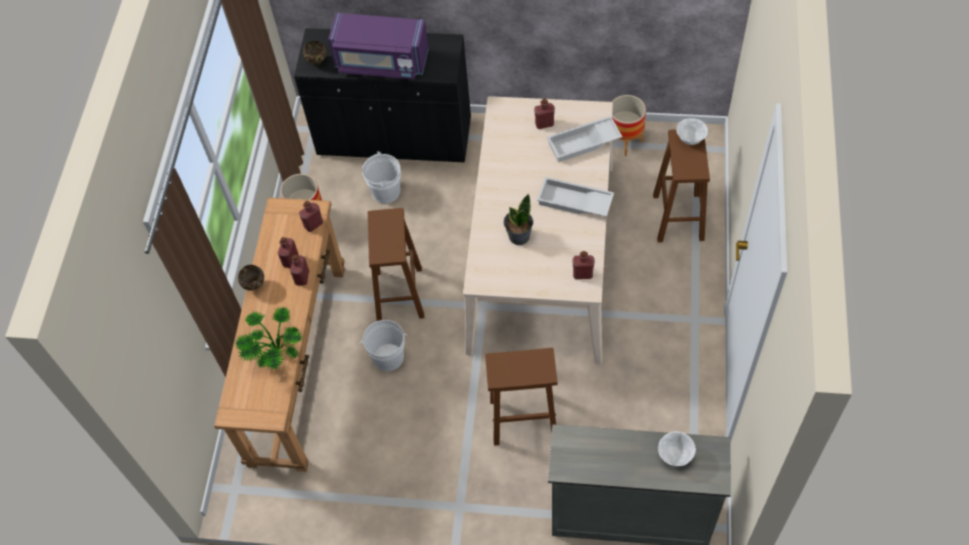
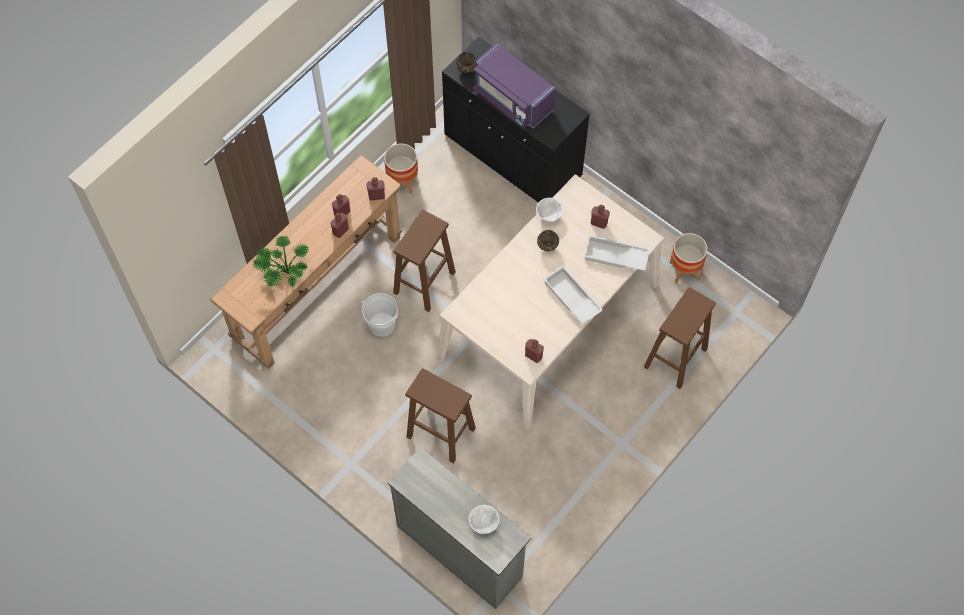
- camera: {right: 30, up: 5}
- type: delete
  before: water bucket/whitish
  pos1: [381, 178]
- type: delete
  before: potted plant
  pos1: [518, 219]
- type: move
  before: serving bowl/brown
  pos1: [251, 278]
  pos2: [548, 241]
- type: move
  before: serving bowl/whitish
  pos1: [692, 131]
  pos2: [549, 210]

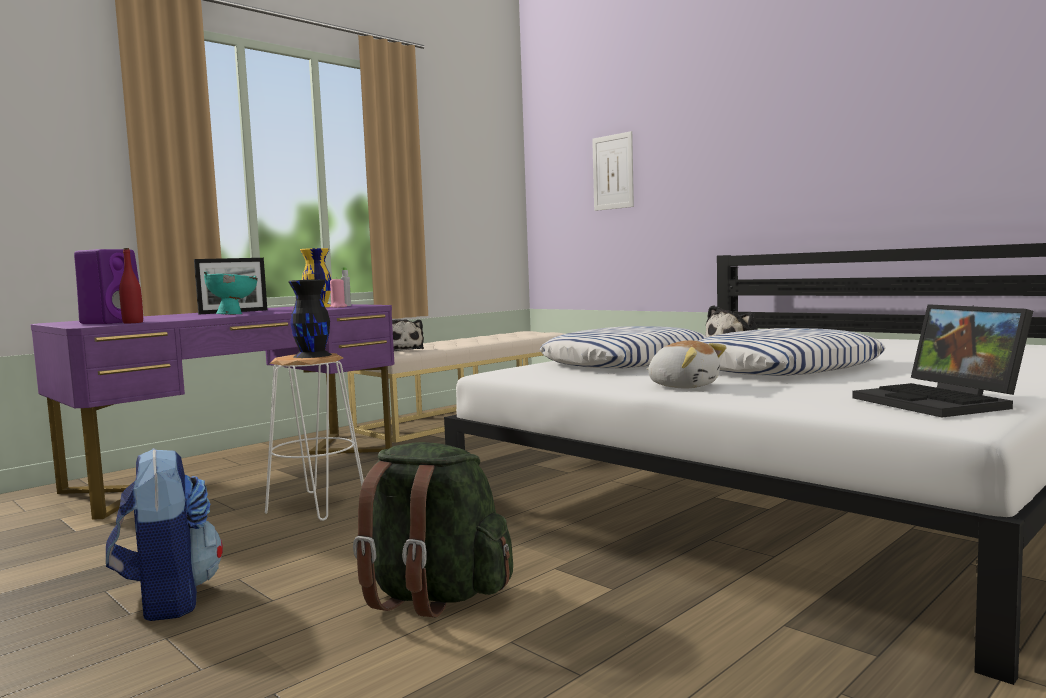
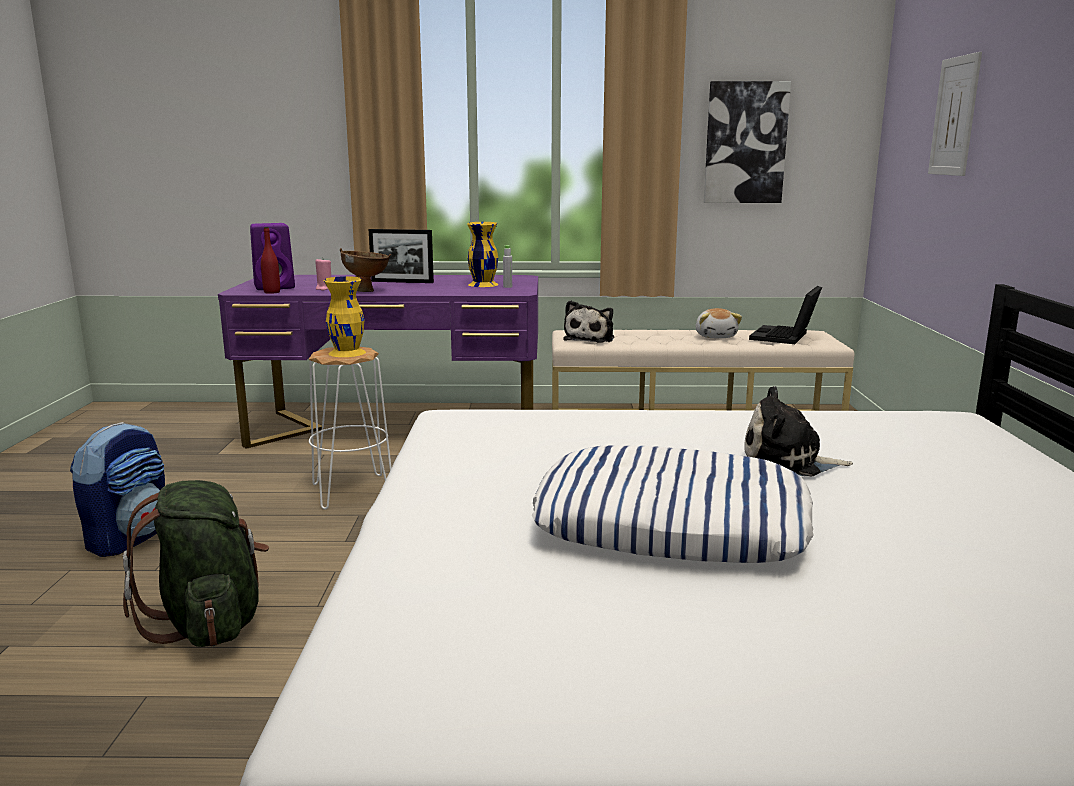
- camera: {right: 45, up: 10}
- type: delete
  before: pillow
  pos1: [623, 347]
- type: insert
  after: wall art
  pos2: [747, 142]
- type: move
  before: wax candle/pinkish
  pos1: [338, 293]
  pos2: [323, 273]
- type: move
  before: soft toy
  pos1: [686, 364]
  pos2: [719, 323]
- type: move
  before: portable computer
  pos1: [943, 360]
  pos2: [785, 315]
- type: recolor
  before: serving bowl/blue-green
  after: serving bowl/brown
  pos1: [231, 293]
  pos2: [365, 270]
- type: recolor
  before: vase/black
  after: vase/yellow
  pos1: [310, 318]
  pos2: [345, 316]

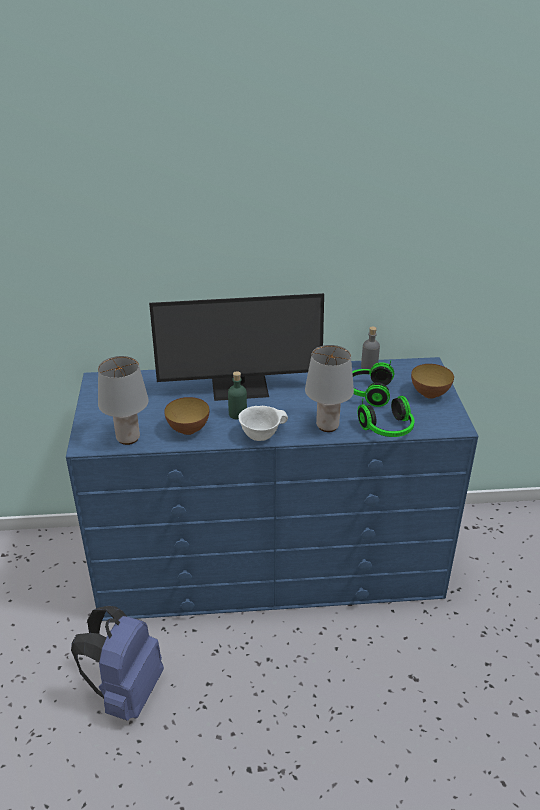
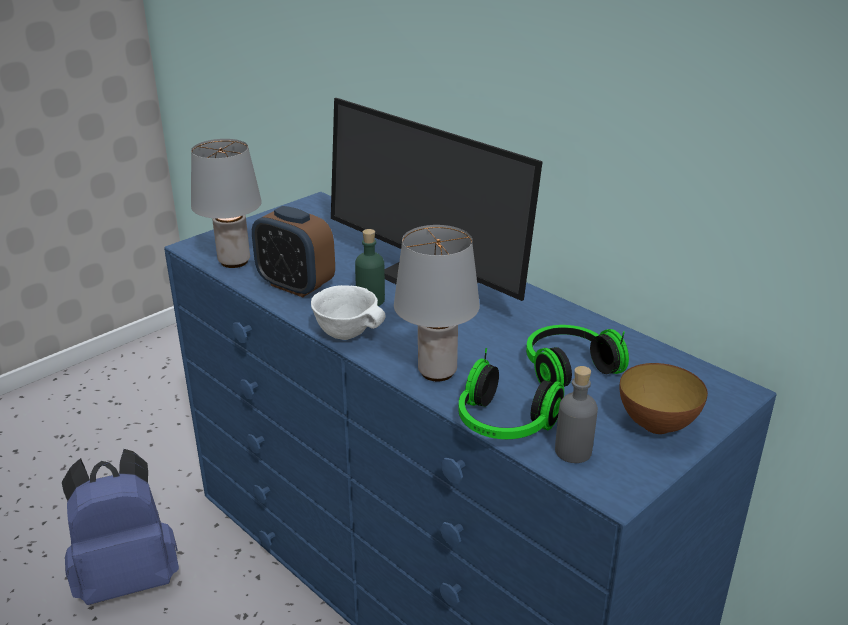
- camera: {right: 50, up: -5}
- type: move
  before: beverage bottle/grey
  pos1: [370, 348]
  pos2: [576, 414]
- type: replace
  before: serving bowl
  after: table clock
  pos1: [187, 416]
  pos2: [293, 251]

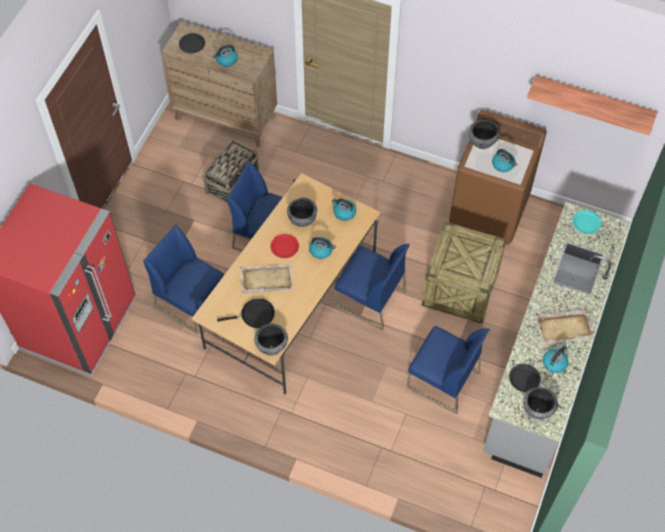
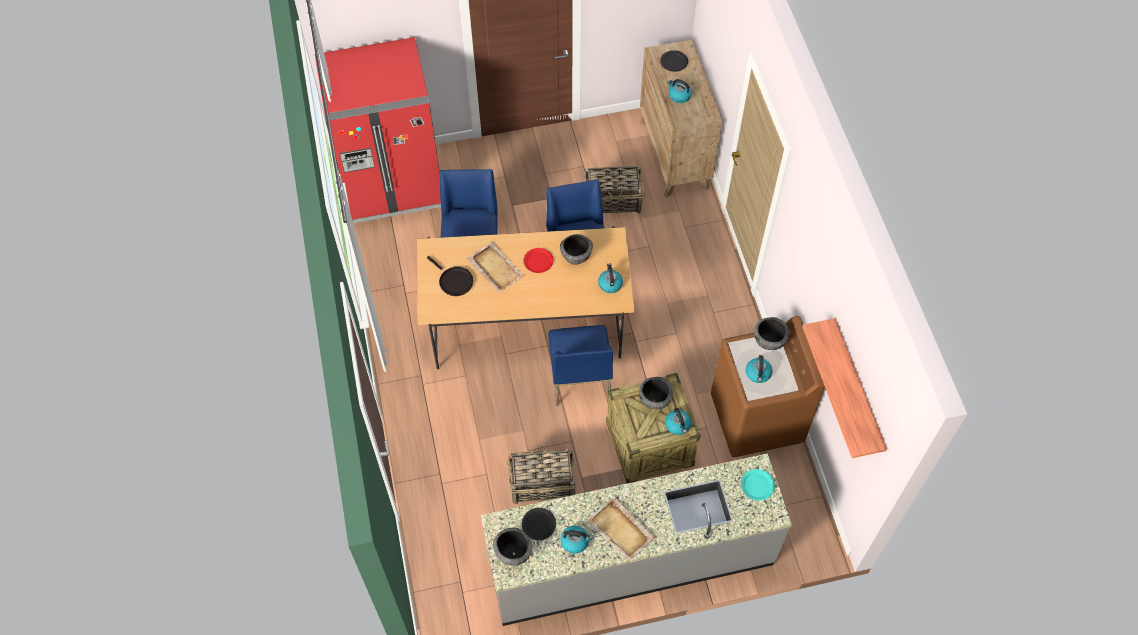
- camera: {right: 55, up: 0}
- type: move
  before: serving bowl
  pos1: [271, 339]
  pos2: [656, 393]
- type: move
  before: tea kettle
  pos1: [322, 248]
  pos2: [678, 421]
- type: replace
  before: plain chair/blue-coloured
  after: basket
  pos1: [448, 370]
  pos2: [541, 475]

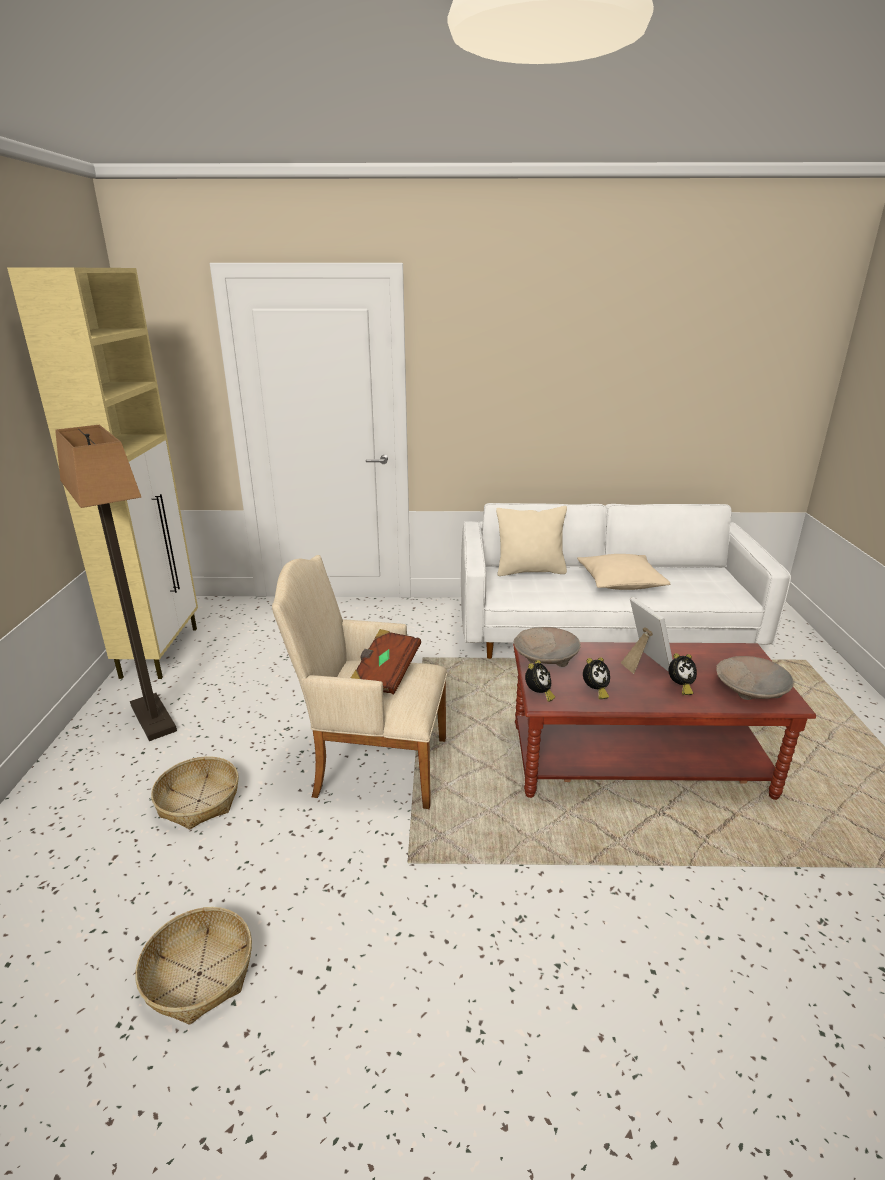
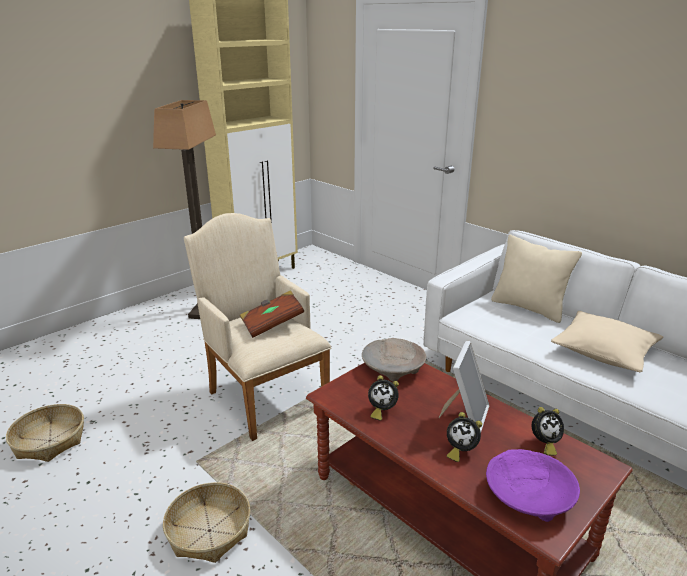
- camera: {right: 45, up: 0}
- type: move
  before: basket
  pos1: [195, 793]
  pos2: [206, 522]
- type: move
  before: table clock
  pos1: [540, 681]
  pos2: [547, 431]
- type: recolor
  before: serving bowl/beige
  after: serving bowl/purple-coloured
  pos1: [755, 678]
  pos2: [533, 485]

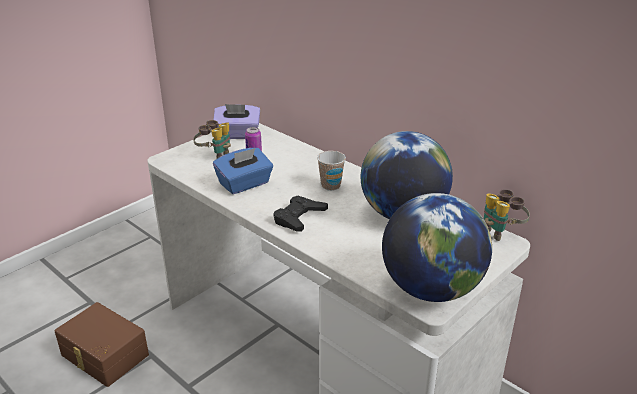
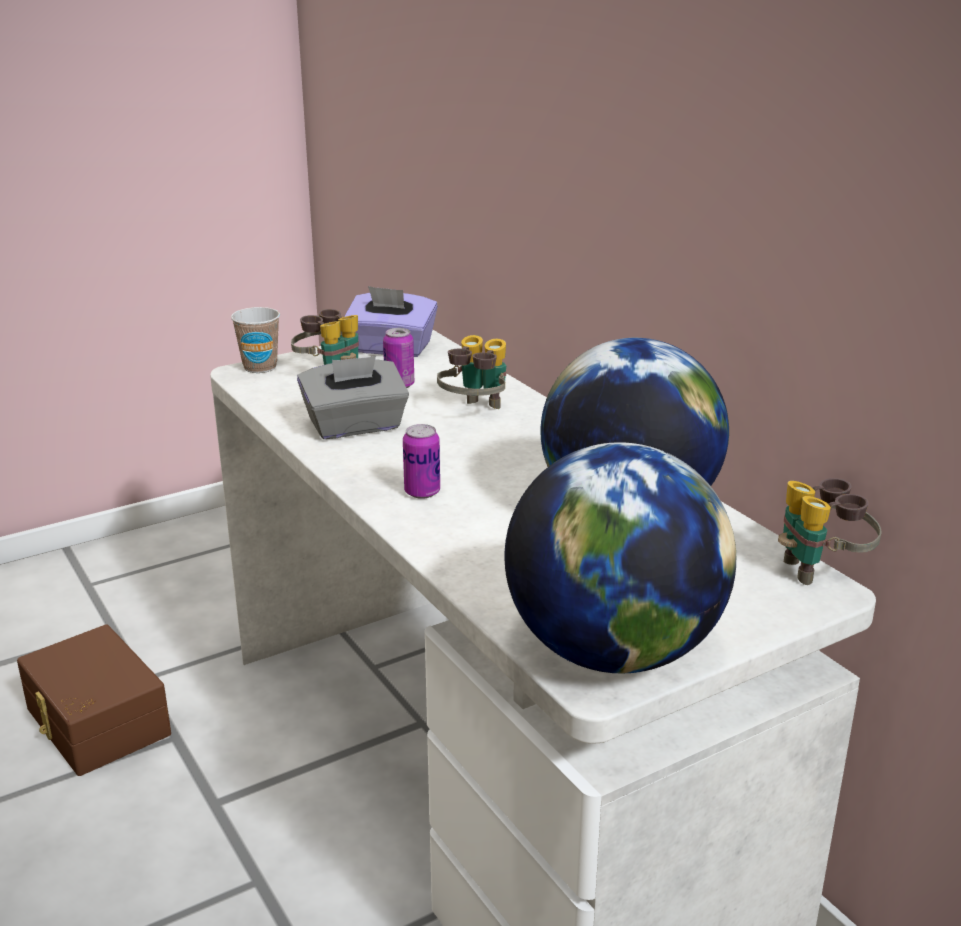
- camera: {right: 15, up: -5}
- type: insert
  after: pair of binoculars
  pos2: [471, 372]
- type: move
  before: small cup
  pos1: [331, 171]
  pos2: [255, 340]
- type: replace
  before: game controller/black
  after: sealed can
  pos1: [300, 213]
  pos2: [421, 461]
- type: recolor
  before: tissue holder/blue-coloured
  after: tissue holder/grey
  pos1: [243, 171]
  pos2: [353, 397]

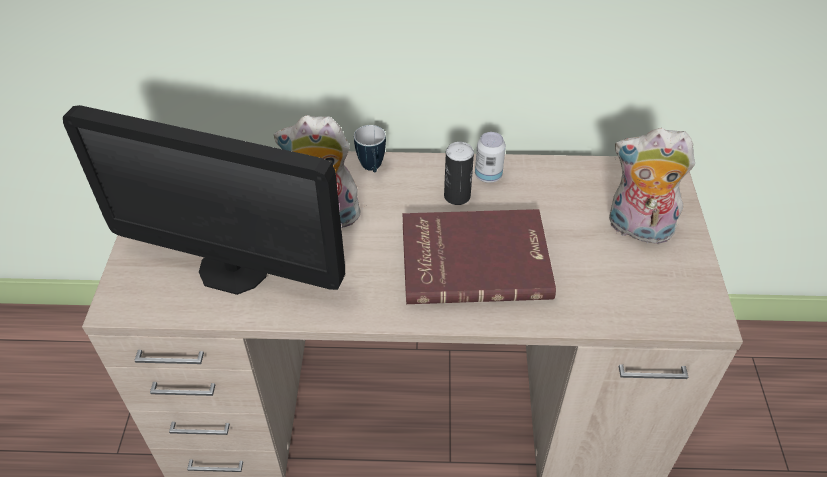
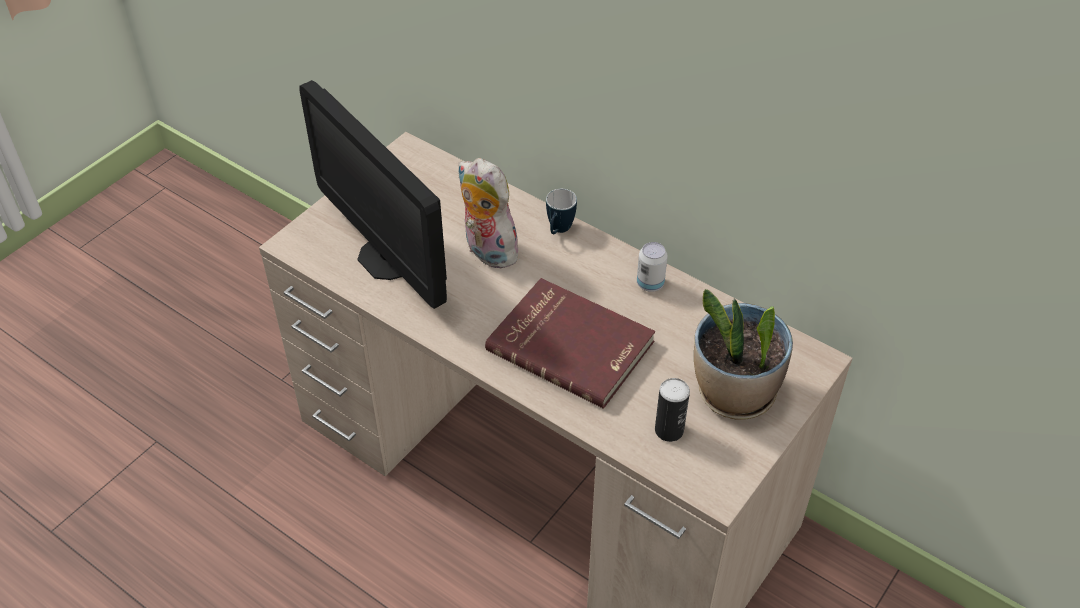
- camera: {right: 35, up: 0}
- type: move
  before: sealed can
  pos1: [459, 173]
  pos2: [672, 410]
- type: replace
  before: soft toy
  after: potted plant
  pos1: [652, 186]
  pos2: [743, 354]

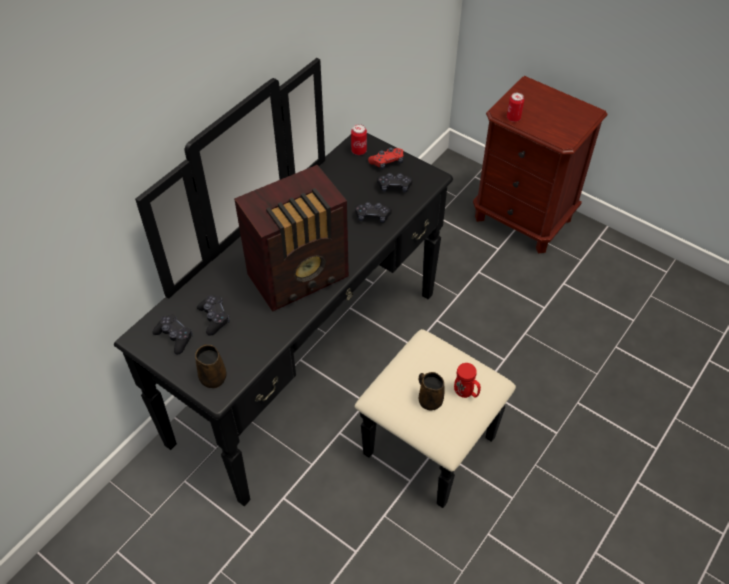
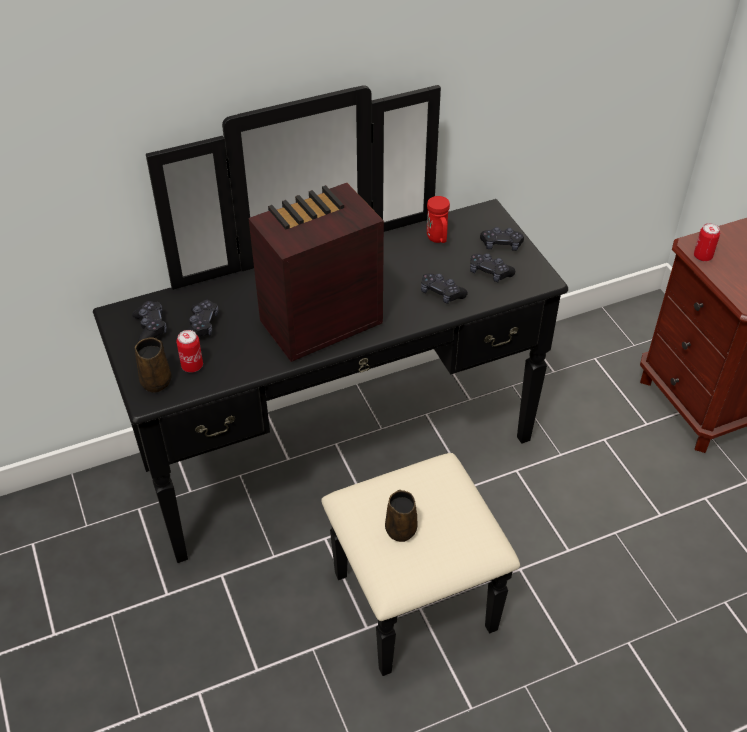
- camera: {right: 30, up: -5}
- type: move
  before: sealed can
  pos1: [359, 139]
  pos2: [189, 351]
- type: move
  before: tea mug/reddish
  pos1: [467, 380]
  pos2: [438, 219]
- type: recolor
  before: game controller/reddish
  after: game controller/black
  pos1: [385, 158]
  pos2: [502, 239]
- type: rotate
  before: radio
  pos1: [291, 238]
  pos2: [316, 272]
  turn: 150

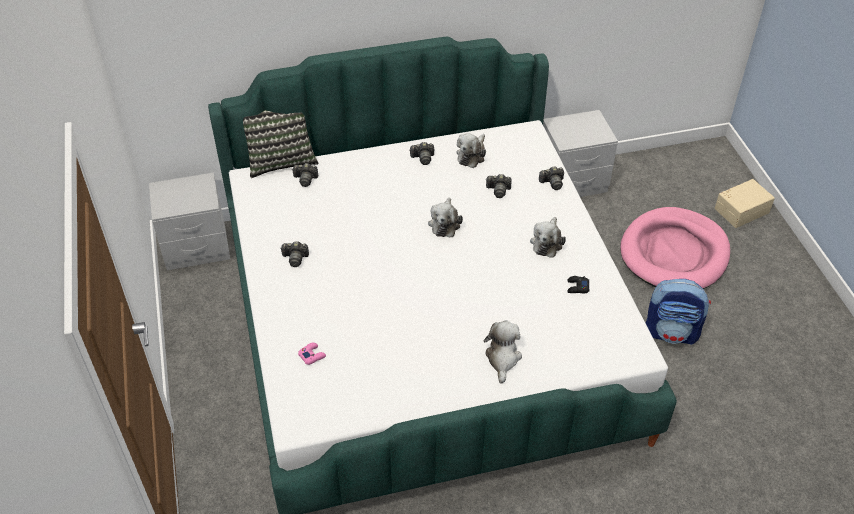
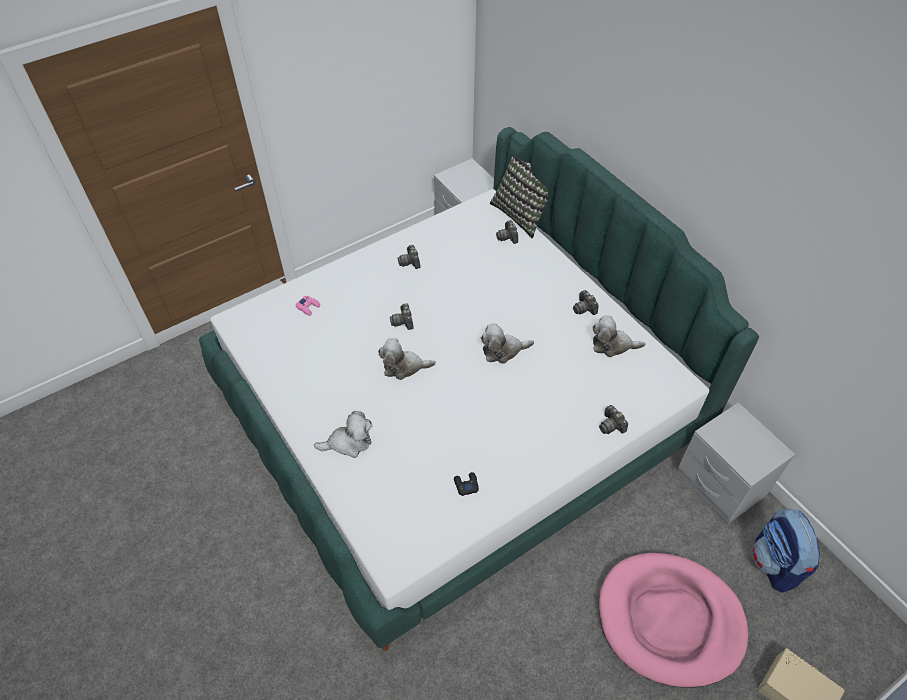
- camera: {right: 70, up: 5}
- type: move
  before: still camera
  pos1: [499, 186]
  pos2: [402, 316]
- type: move
  before: soft toy
  pos1: [548, 237]
  pos2: [407, 359]
- type: move
  before: backpack
  pos1: [678, 312]
  pos2: [785, 551]

